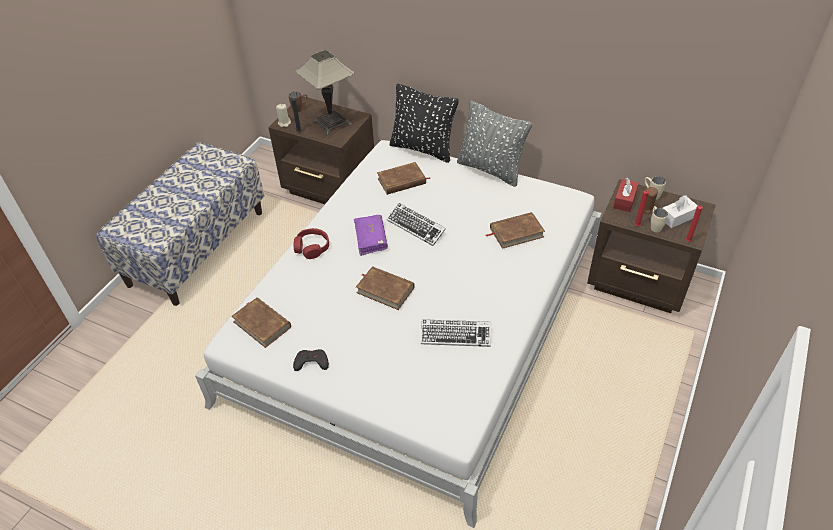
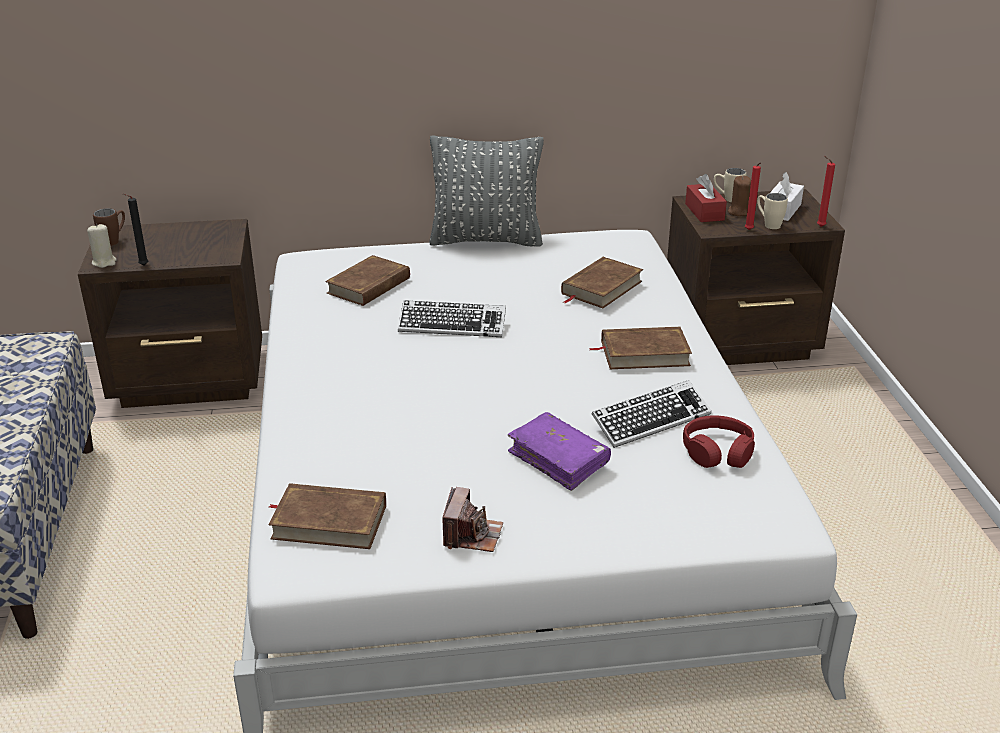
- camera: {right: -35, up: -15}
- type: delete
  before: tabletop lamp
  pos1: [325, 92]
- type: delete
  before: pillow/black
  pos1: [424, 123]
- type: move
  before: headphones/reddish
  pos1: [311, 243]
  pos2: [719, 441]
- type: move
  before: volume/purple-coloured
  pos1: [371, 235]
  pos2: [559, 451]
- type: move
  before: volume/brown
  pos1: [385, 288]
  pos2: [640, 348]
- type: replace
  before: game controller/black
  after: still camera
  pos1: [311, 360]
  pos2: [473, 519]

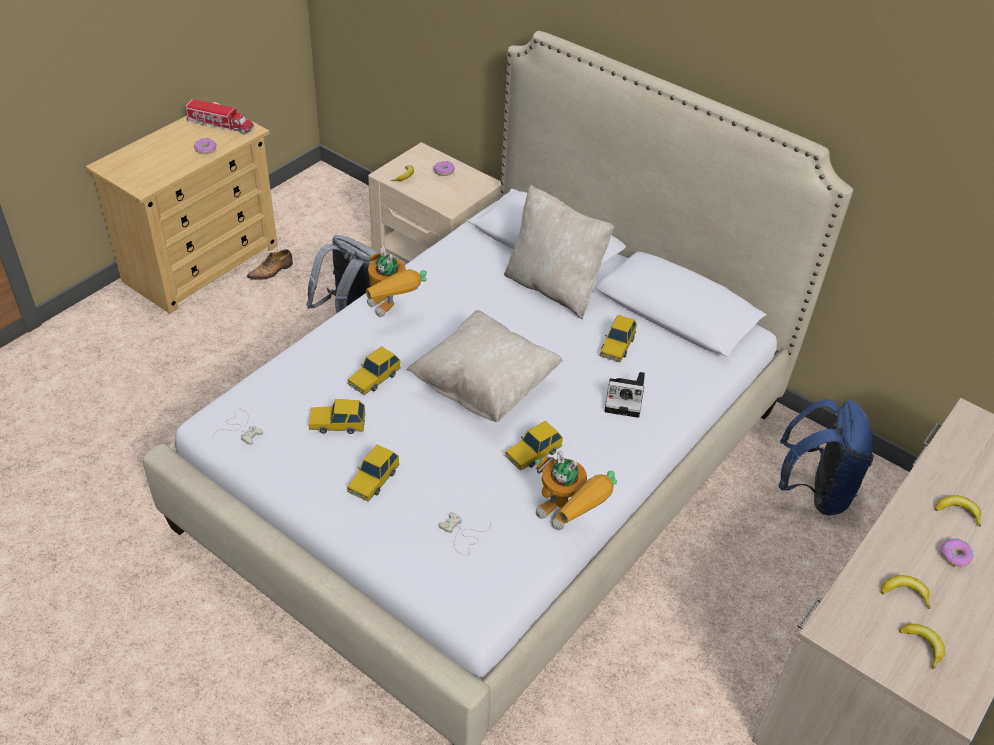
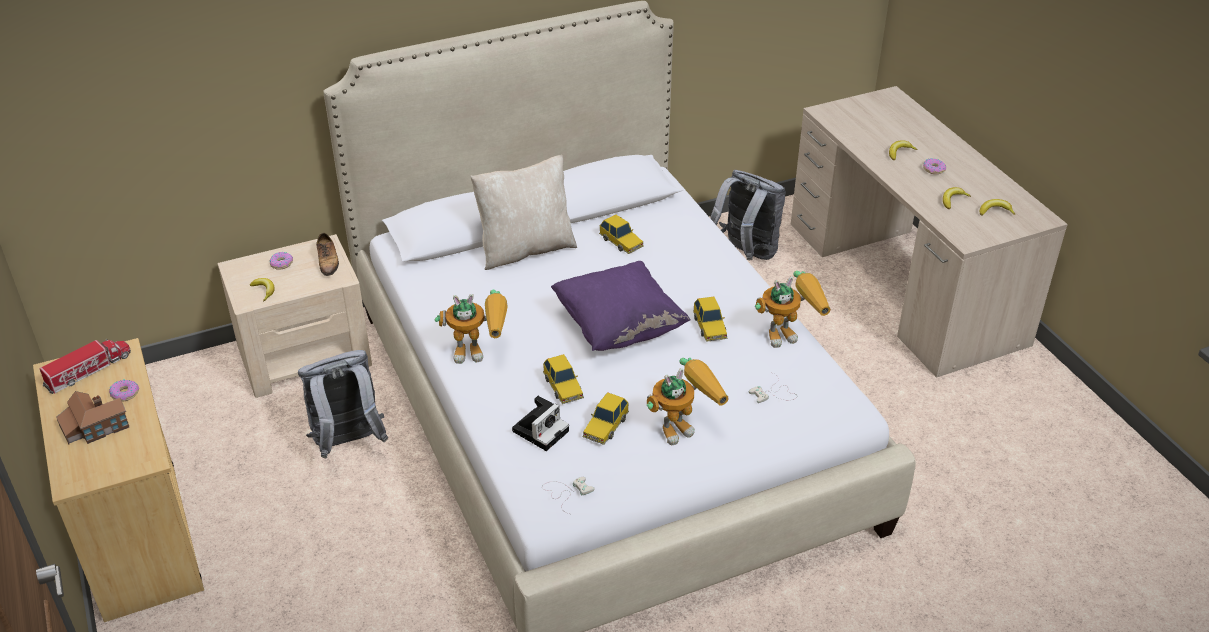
- camera: {right: -60, up: -5}
- type: insert
  after: toy house
  pos2: [92, 417]
- type: move
  before: shoe
  pos1: [270, 264]
  pos2: [327, 254]
- type: move
  before: still camera
  pos1: [624, 395]
  pos2: [540, 423]
- type: replace
  before: miniature car
  after: robot figure
  pos1: [373, 473]
  pos2: [688, 401]
- type: recolor
  before: pillow/beige
  after: pillow/purple-coloured
  pos1: [485, 366]
  pos2: [620, 306]
- type: recolor
  before: backpack/blue-coloured
  after: backpack/grey
  pos1: [826, 457]
  pos2: [748, 215]

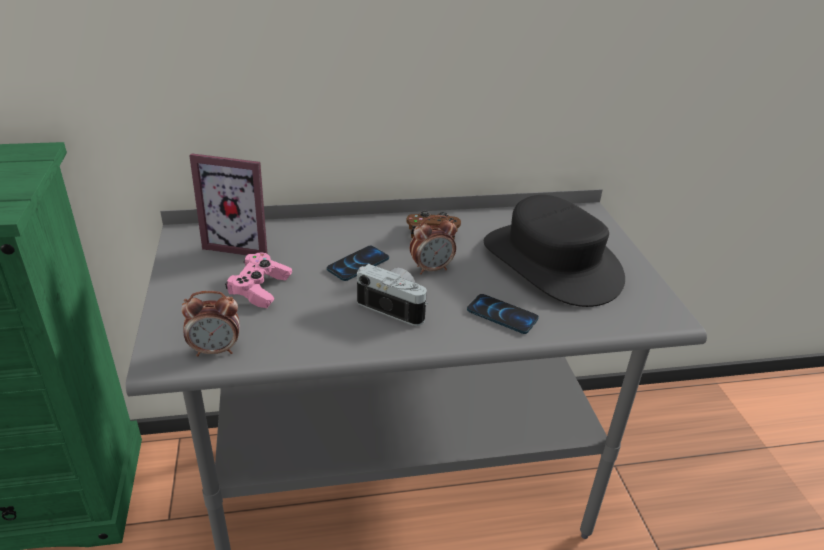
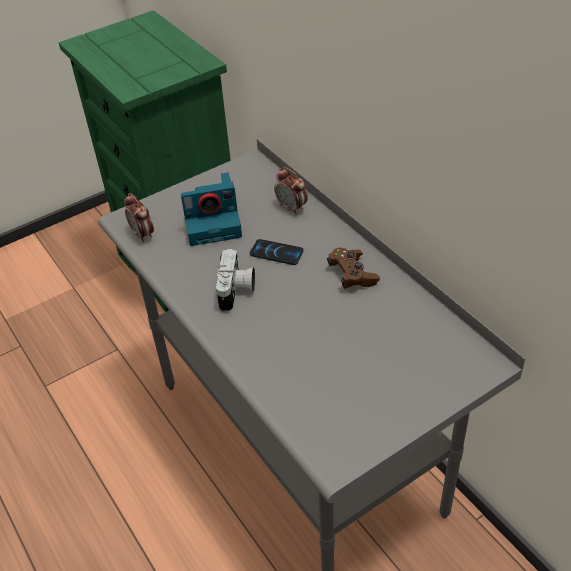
- camera: {right: 70, up: 10}
- type: delete
  before: standing frame
  pos1: [228, 204]
- type: delete
  before: phone
  pos1: [503, 314]
- type: delete
  before: hat/black
  pos1: [554, 251]
- type: move
  before: table clock
  pos1: [433, 244]
  pos2: [291, 191]
- type: replace
  before: game controller/pinkish
  after: still camera
  pos1: [258, 280]
  pos2: [211, 209]

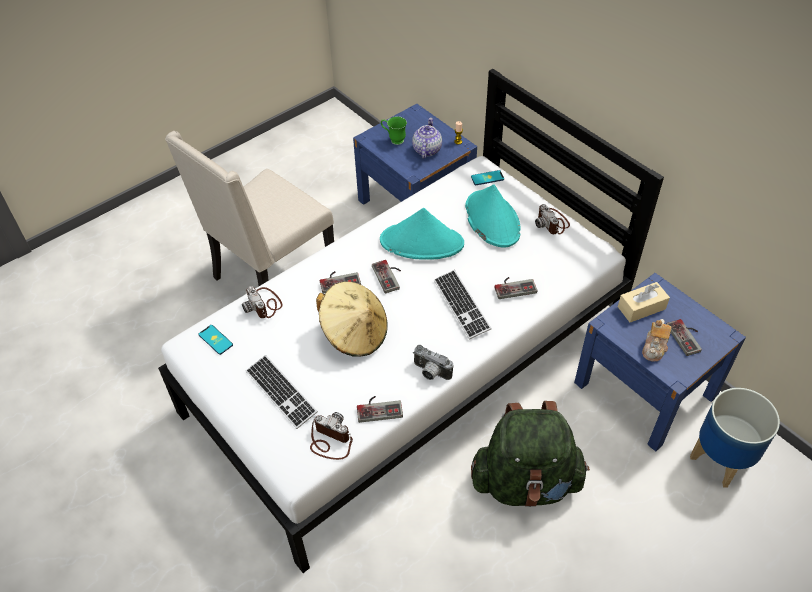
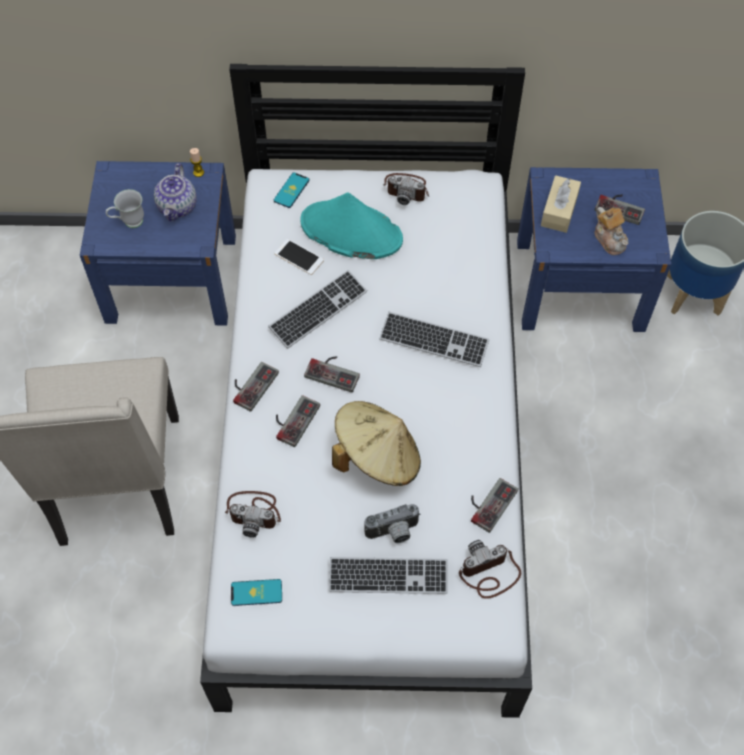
- camera: {right: -50, up: 10}
- type: delete
  before: backpack/greenish
  pos1: [530, 454]
- type: insert
  after: phone
  pos2: [299, 257]
- type: move
  before: still camera
  pos1: [433, 362]
  pos2: [392, 523]
- type: move
  before: game controller
  pos1: [516, 288]
  pos2: [256, 387]
- type: replace
  before: hat/blue-green
  after: PC keyboard
  pos1: [422, 234]
  pos2: [317, 309]
- type: recolor
  before: tea mug/greenish
  after: tea mug/whitish
  pos1: [394, 130]
  pos2: [125, 208]
- type: rotate
  before: teapot
  pos1: [427, 138]
  pos2: [175, 192]
  turn: -135

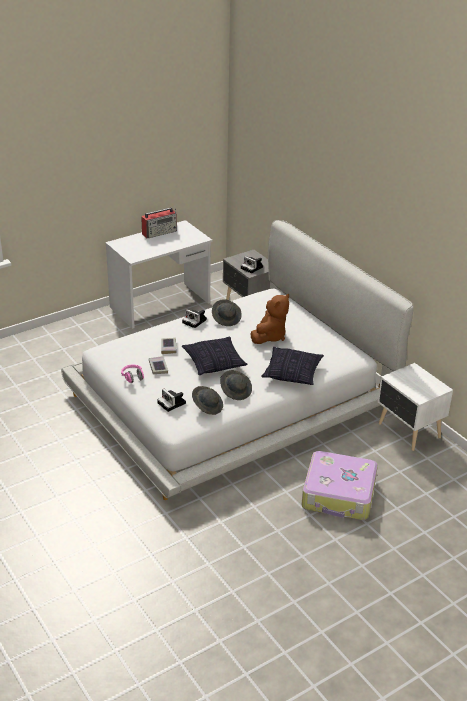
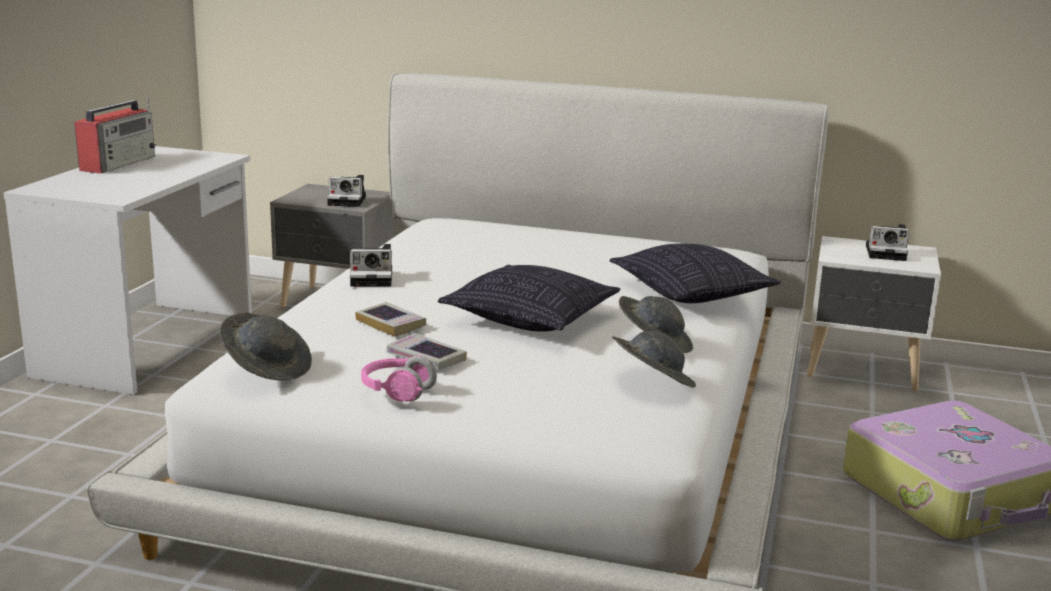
- camera: {right: -40, up: -15}
- type: delete
  before: soft toy/brown
  pos1: [270, 318]
- type: move
  before: still camera
  pos1: [171, 400]
  pos2: [887, 242]
- type: move
  before: hat/grey
  pos1: [227, 312]
  pos2: [266, 347]

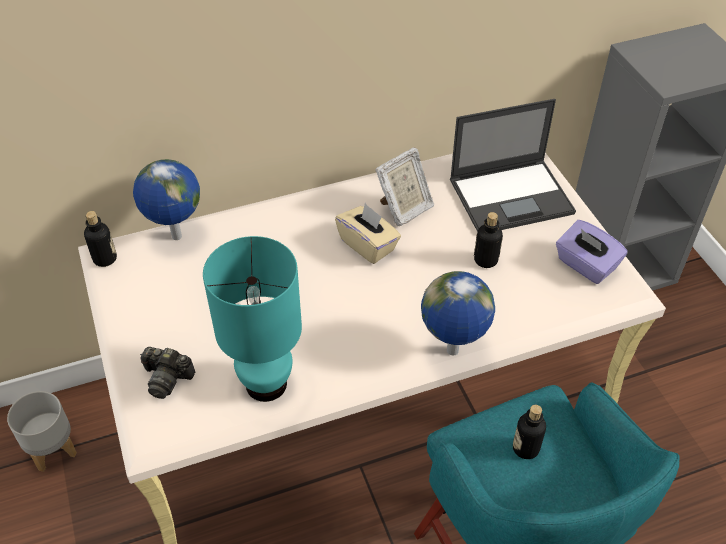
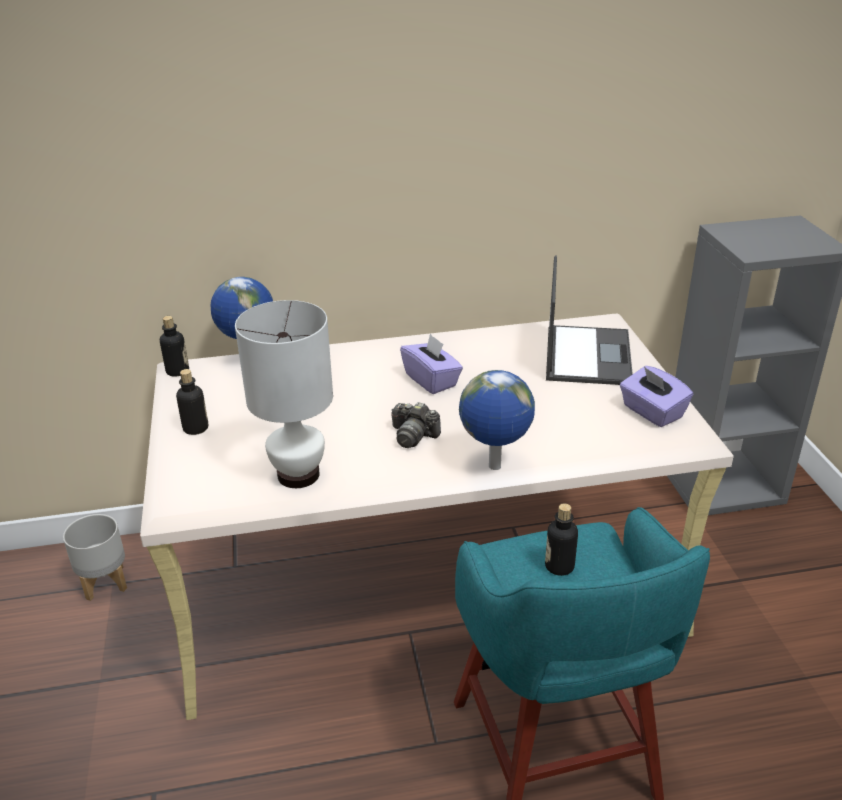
- camera: {right: 10, up: -15}
- type: delete
  before: standing frame
  pos1: [405, 186]
- type: move
  before: still camera
  pos1: [167, 373]
  pos2: [416, 425]
- type: move
  before: beverage bottle
  pos1: [488, 240]
  pos2: [192, 402]
- type: recolor
  before: tabletop lamp/blue-green
  after: tabletop lamp/whitish
  pos1: [252, 319]
  pos2: [284, 394]
- type: recolor
  before: tissue holder/beige
  after: tissue holder/purple-coloured
  pos1: [368, 233]
  pos2: [431, 363]
- type: rotate
  before: portable computer
  pos1: [513, 165]
  pos2: [589, 320]
  turn: -75

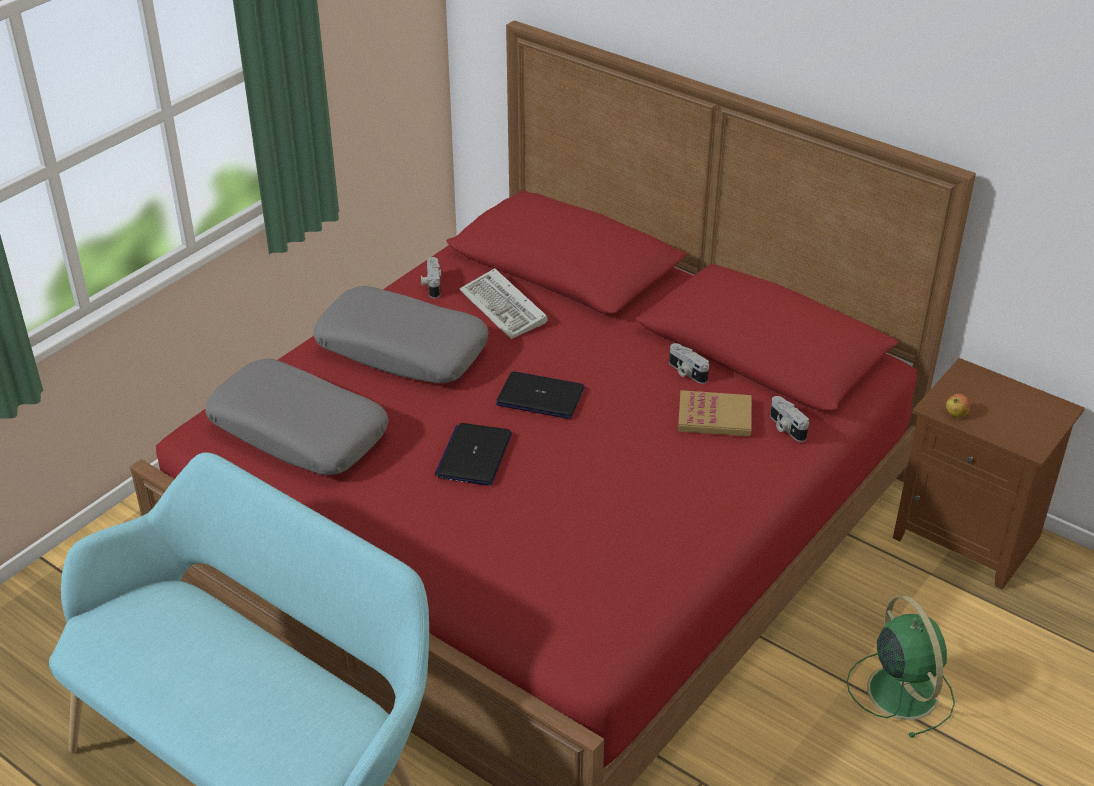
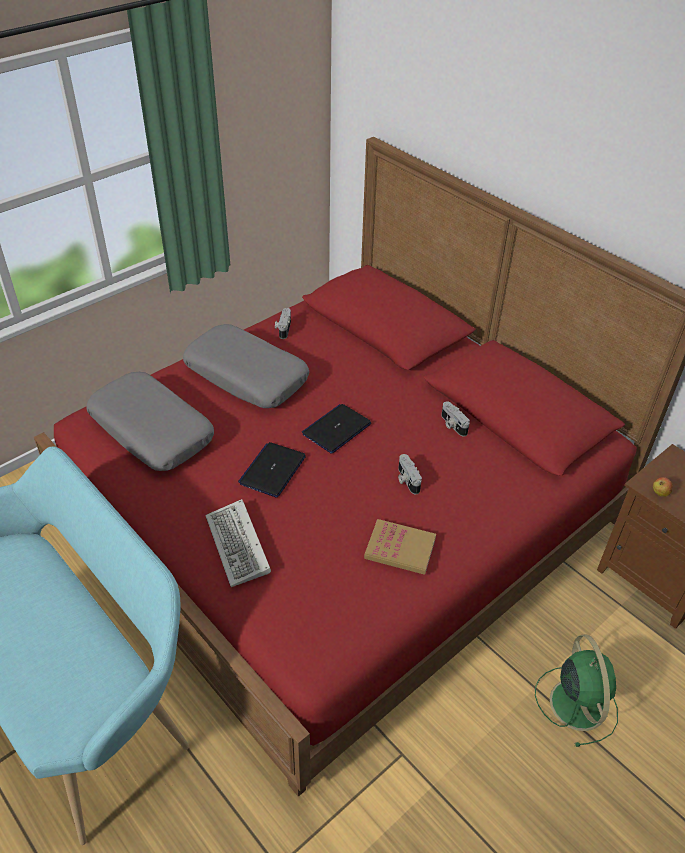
- camera: {right: 10, up: 5}
- type: move
  before: PC keyboard
  pos1: [504, 303]
  pos2: [238, 543]
- type: move
  before: volume
  pos1: [715, 413]
  pos2: [400, 547]
- type: move
  before: still camera
  pos1: [789, 419]
  pos2: [410, 474]
- type: rotate
  before: portable computer
  pos1: [540, 395]
  pos2: [336, 429]
  turn: -75

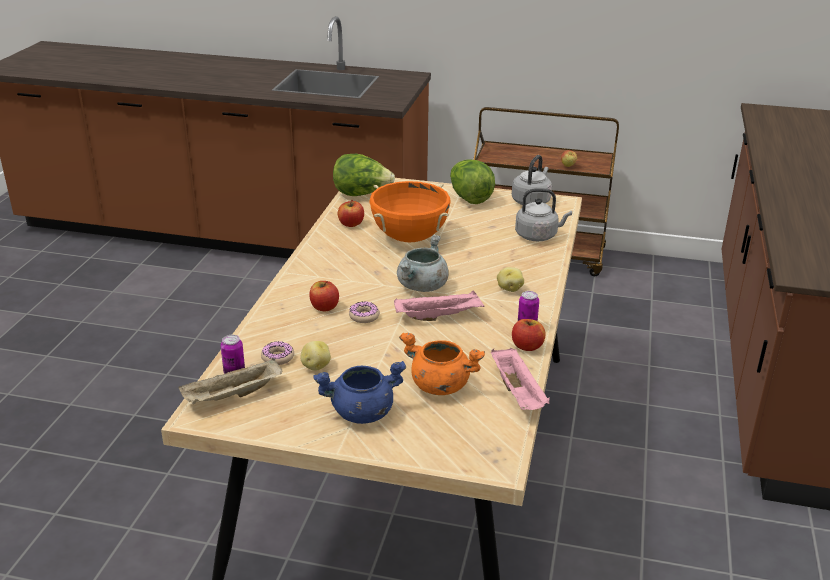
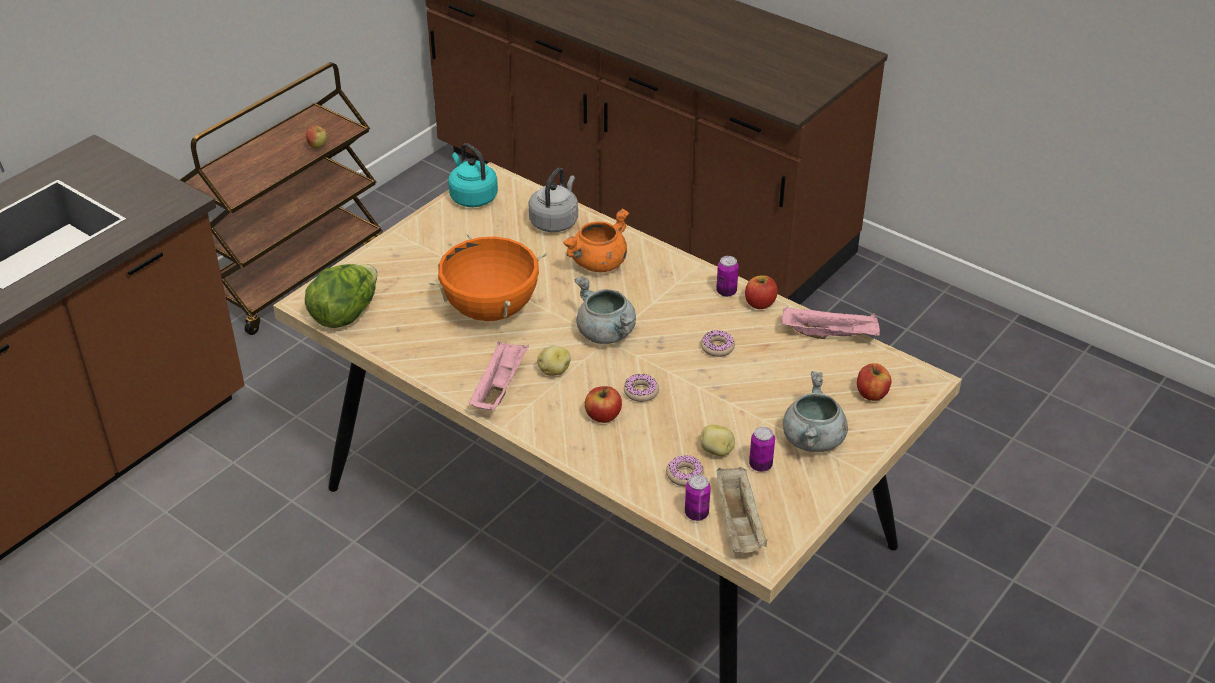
- camera: {right: -65, up: 10}
- type: delete
  before: lettuce
  pos1: [472, 181]
- type: insert
  after: ring doughnut
  pos2: [718, 343]
- type: insert
  after: sealed can
  pos2: [762, 449]
- type: move
  before: whole apple
  pos1: [351, 213]
  pos2: [874, 382]
- type: move
  before: serving tray/pinkish
  pos1: [439, 305]
  pos2: [499, 376]
- type: move
  before: stockpot/orange
  pos1: [442, 364]
  pos2: [596, 240]
- type: move
  before: spud
  pos1: [510, 279]
  pos2: [553, 360]
- type: recolor
  before: stockpot/blue-coloured
  after: stockpot/grey
  pos1: [359, 392]
  pos2: [815, 411]
- type: recolor
  before: tea kettle/grey
  after: tea kettle/blue-green
  pos1: [532, 180]
  pos2: [473, 175]

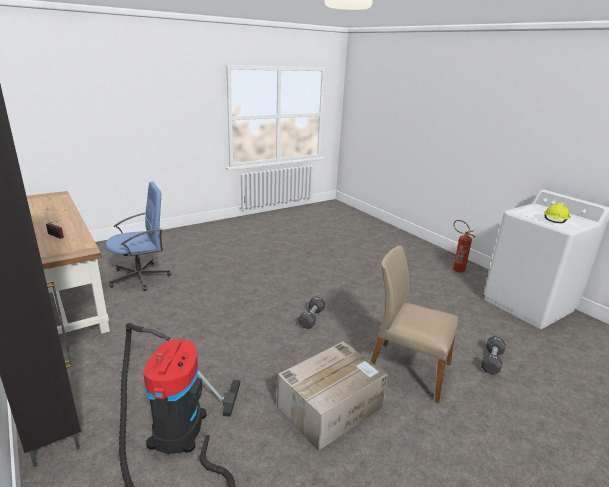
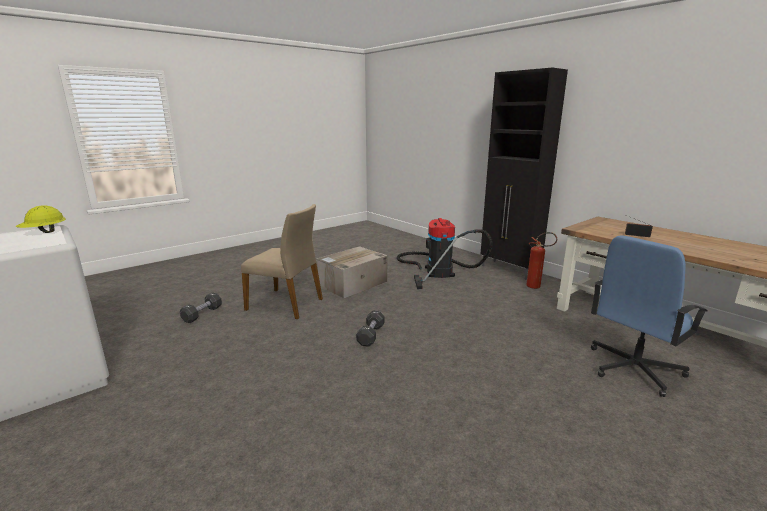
- camera: {right: 175, up: -5}
- type: move
  before: fire-fighting cylinder
  pos1: [464, 246]
  pos2: [541, 260]

